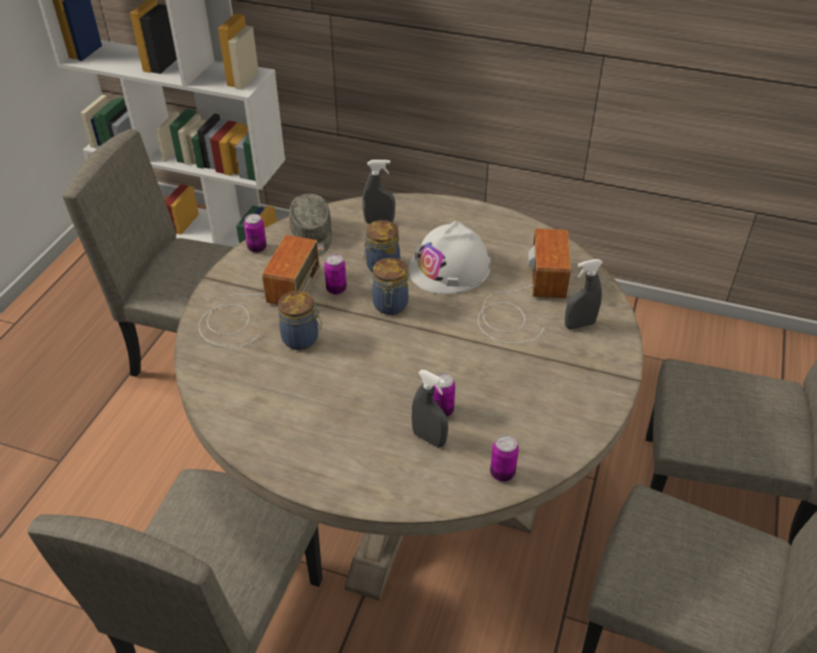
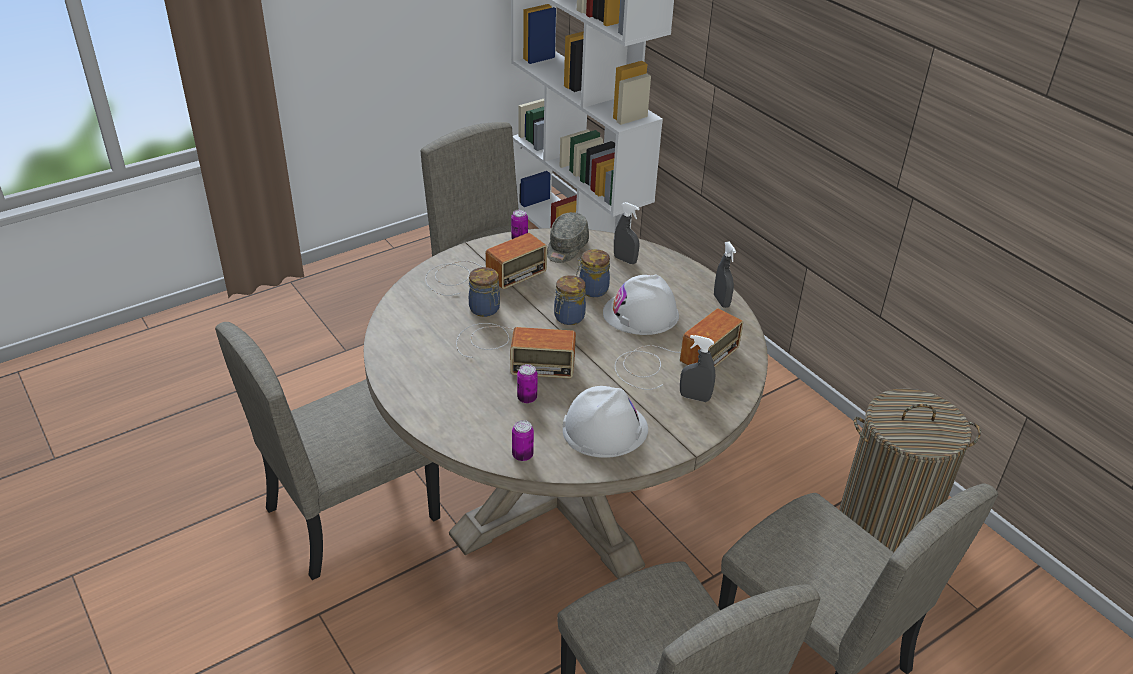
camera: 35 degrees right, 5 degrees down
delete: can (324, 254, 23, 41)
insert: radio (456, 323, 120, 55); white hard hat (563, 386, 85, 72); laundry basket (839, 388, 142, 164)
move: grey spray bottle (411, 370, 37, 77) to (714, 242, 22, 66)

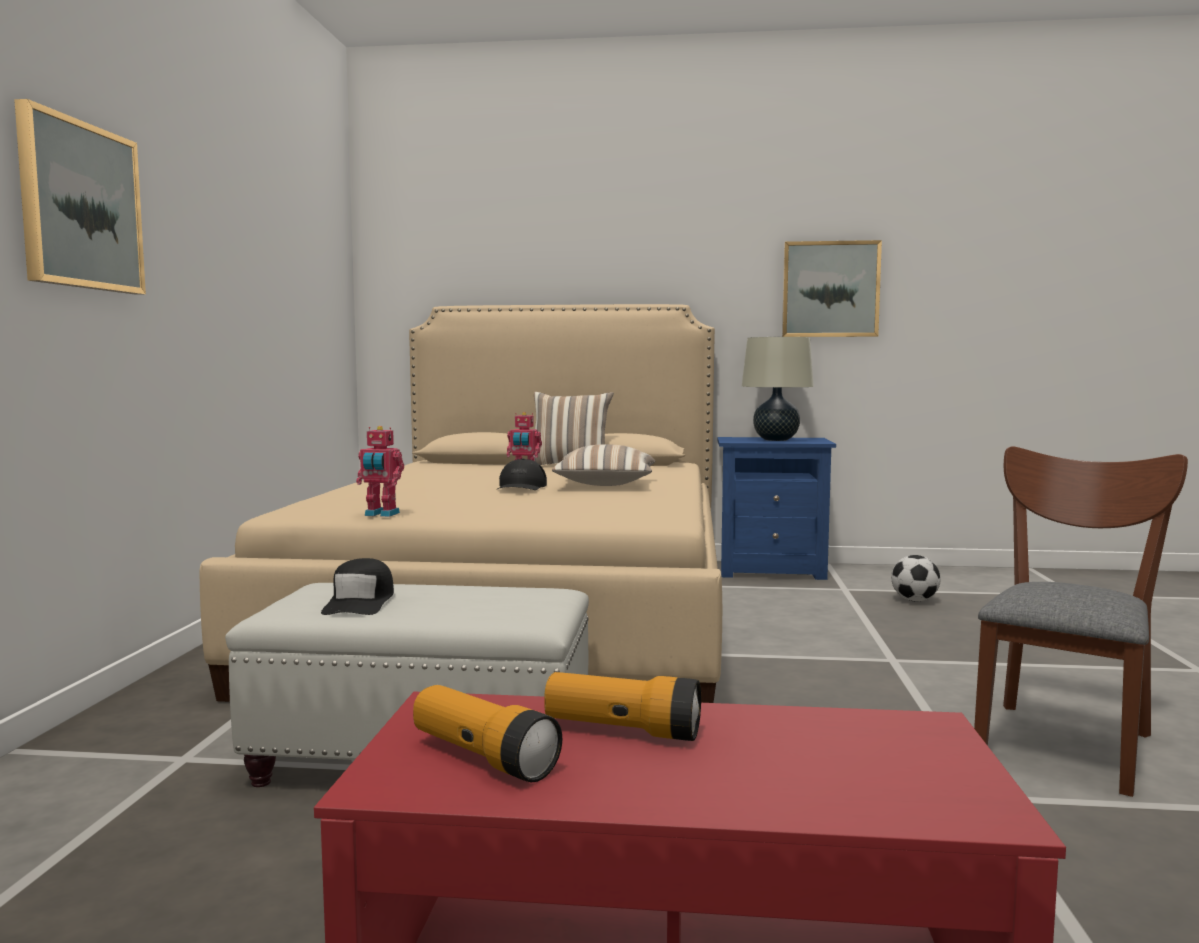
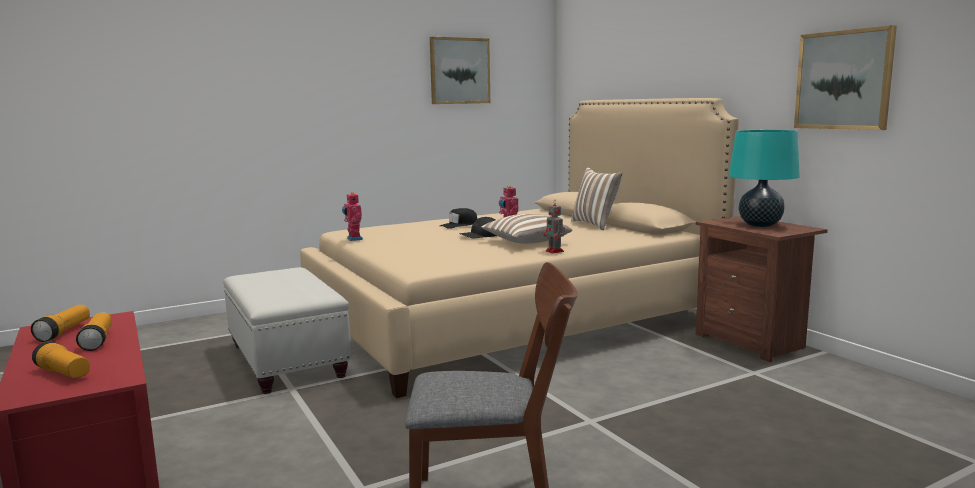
camera: 55 degrees right, 5 degrees up
delete: football (891, 555, 49, 47)
insert: flashlight (32, 341, 58, 37); toy robot (544, 199, 21, 55)
move: picture (14, 99, 132, 195) to (430, 37, 60, 67); black cap (321, 558, 73, 57) to (440, 208, 37, 21)
recolor: blue nightstand (717, 437, 119, 143) to brown nightstand (696, 216, 132, 146); beige table lamp (742, 337, 72, 104) to turquoise table lamp (729, 130, 71, 97)

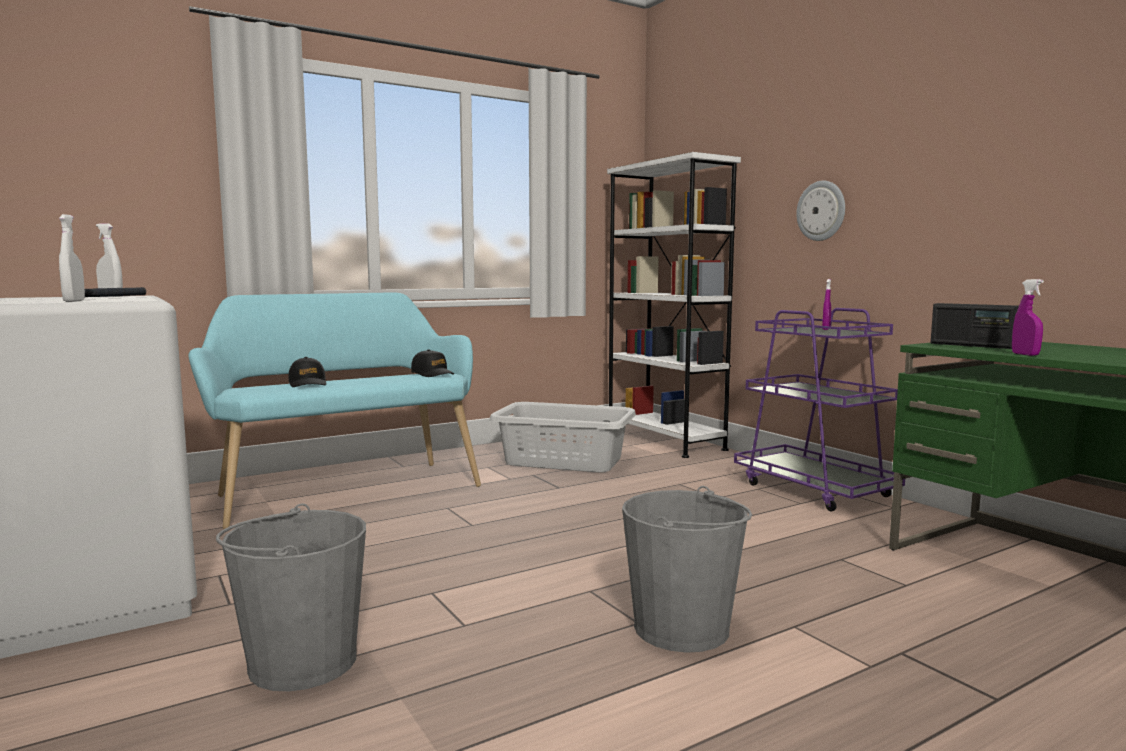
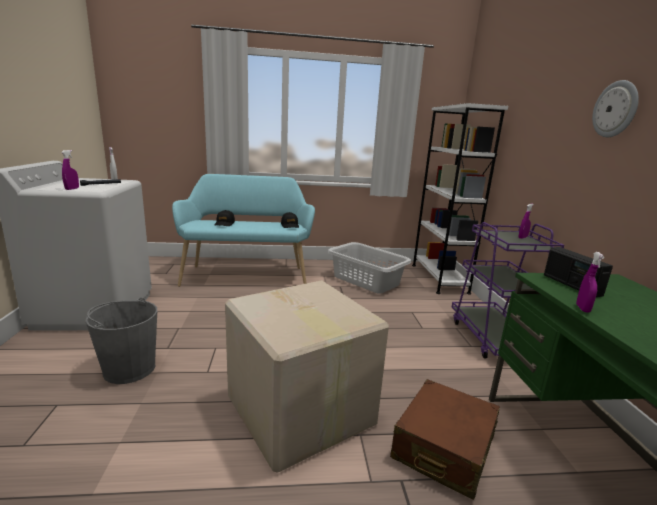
camera: 25 degrees right, 10 degrees up
insert: brown suitcase (390, 379, 110, 121)
move: wall clock (796, 180, 49, 61) to (592, 80, 47, 57)
replace: grey bucket (622, 486, 130, 167) to cardboard box (225, 280, 164, 193)
recolor: white spray bottle (59, 214, 26, 88) to purple spray bottle (61, 150, 18, 40)

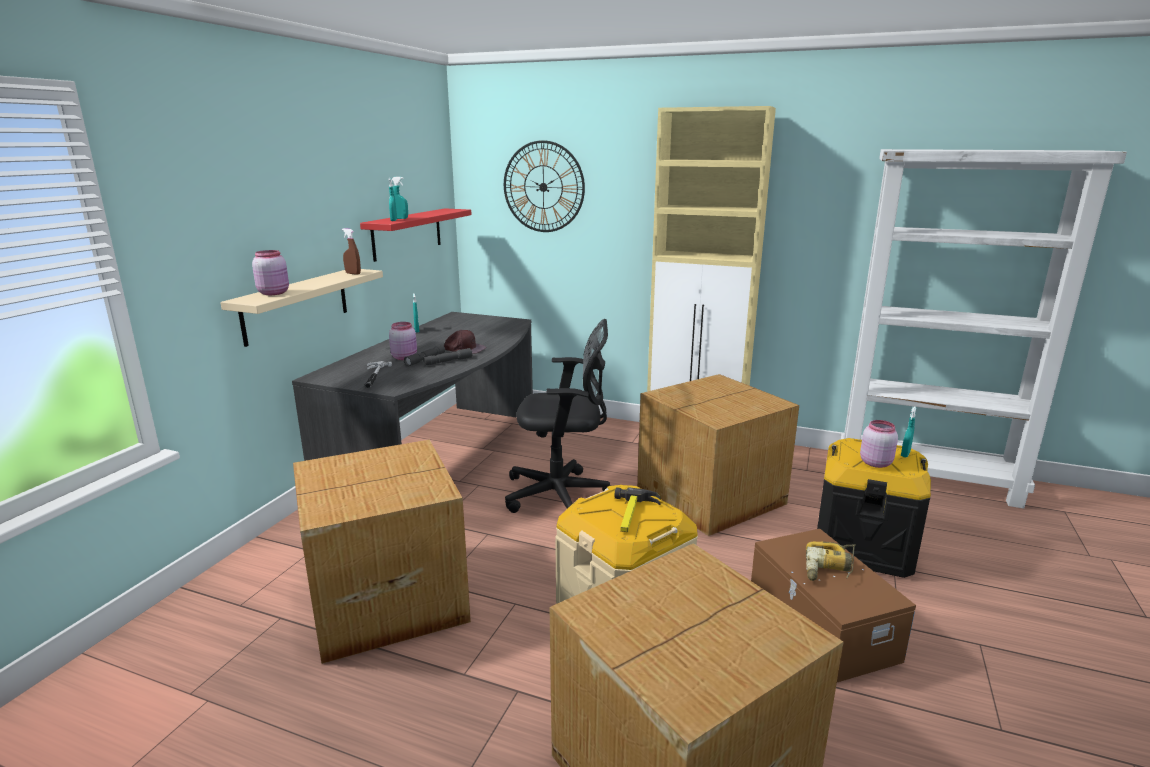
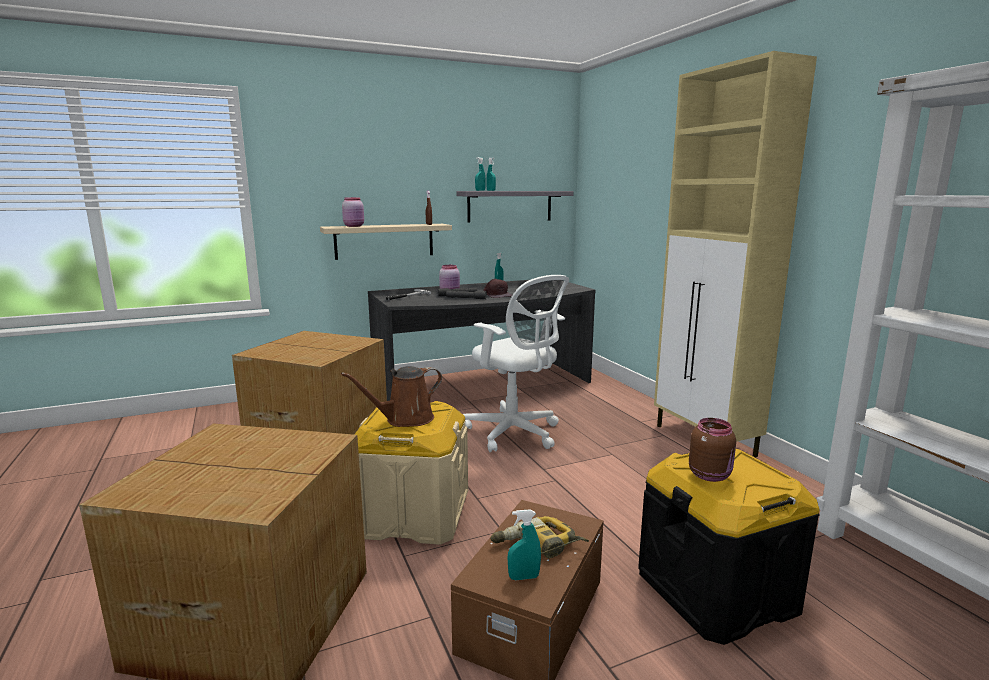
camera: 45 degrees right, 5 degrees down
delete: wall clock (504, 140, 81, 92); cardboard box (637, 374, 162, 162)
move: turquoise spray bottle (901, 407, 15, 51) to (508, 509, 33, 71)
replace: hammer (614, 487, 47, 45) to brown watering can (341, 366, 101, 61)
recolor: red shelf (360, 208, 112, 54) to grey shelf (457, 191, 117, 31); black office chair (505, 319, 106, 194) to white office chair (463, 275, 106, 177); pink jar (860, 420, 38, 48) to brown jar (689, 418, 47, 64)

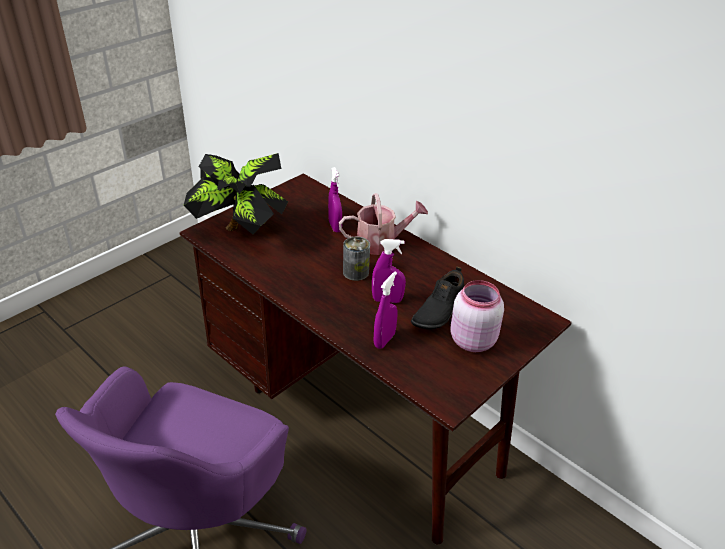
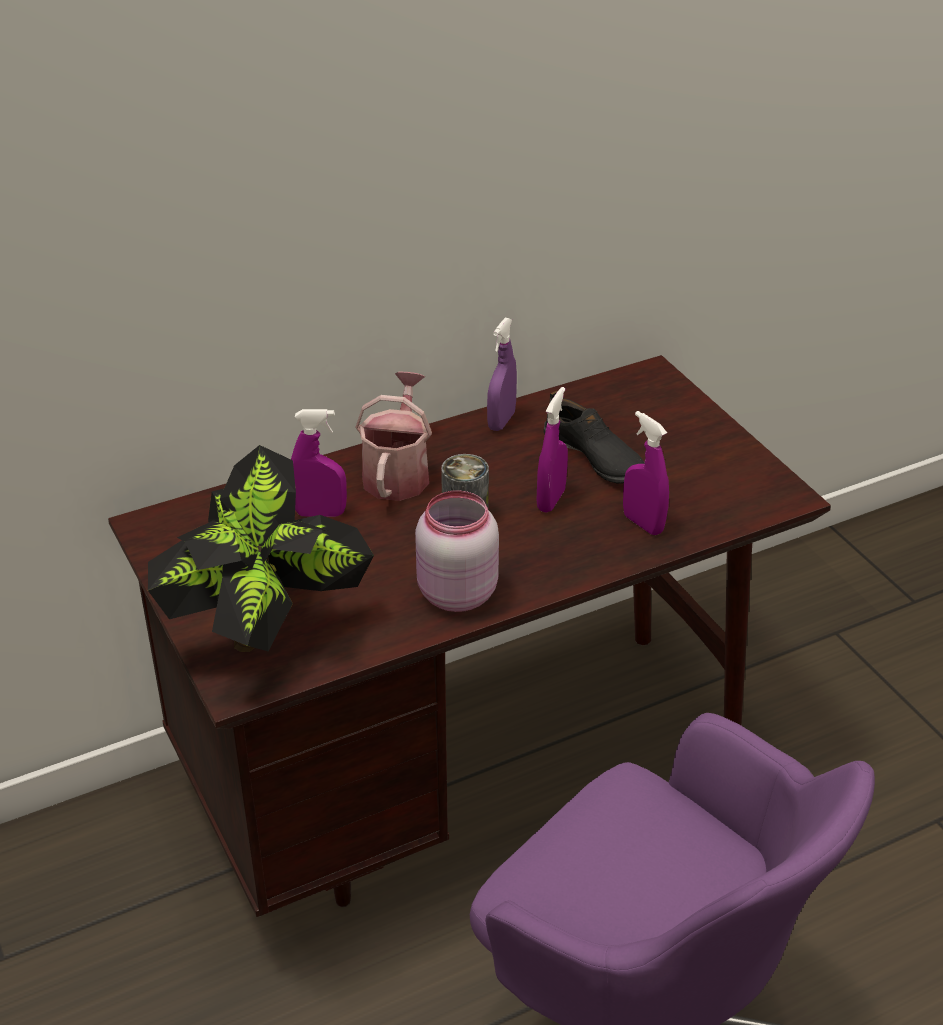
camera: 70 degrees left, 0 degrees up
insert: purple spray bottle (487, 318, 30, 113)
move: pink jar (450, 280, 54, 72) to (415, 490, 84, 122)

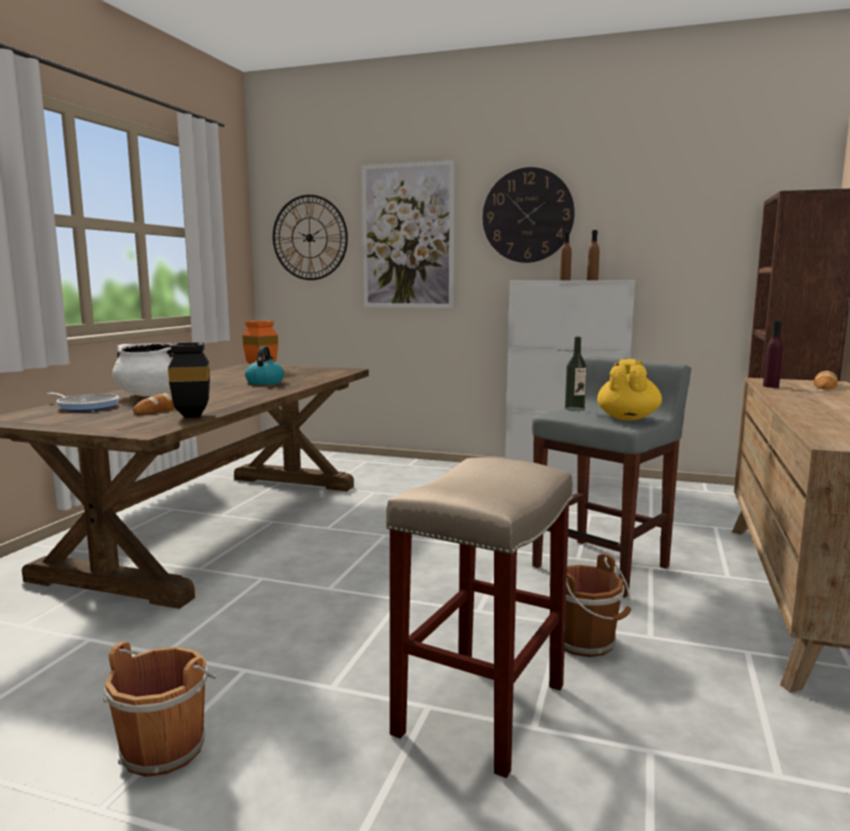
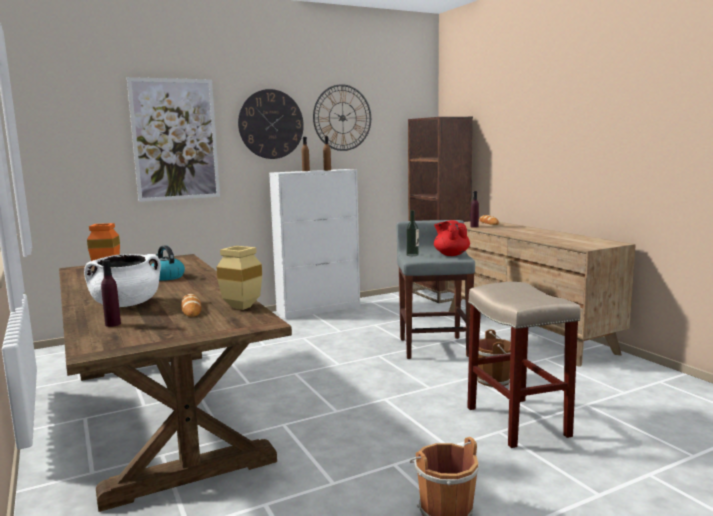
camera: 45 degrees left, 0 degrees up
move: wall clock (273, 195, 75, 85) to (313, 84, 58, 67)
replace: frying pan (47, 393, 72, 18) to purple bottle (101, 260, 20, 67)
recolor: black vase (168, 342, 42, 76) to beige vase (216, 246, 46, 64); yellow teapot (597, 359, 65, 62) to red teapot (434, 220, 36, 36)

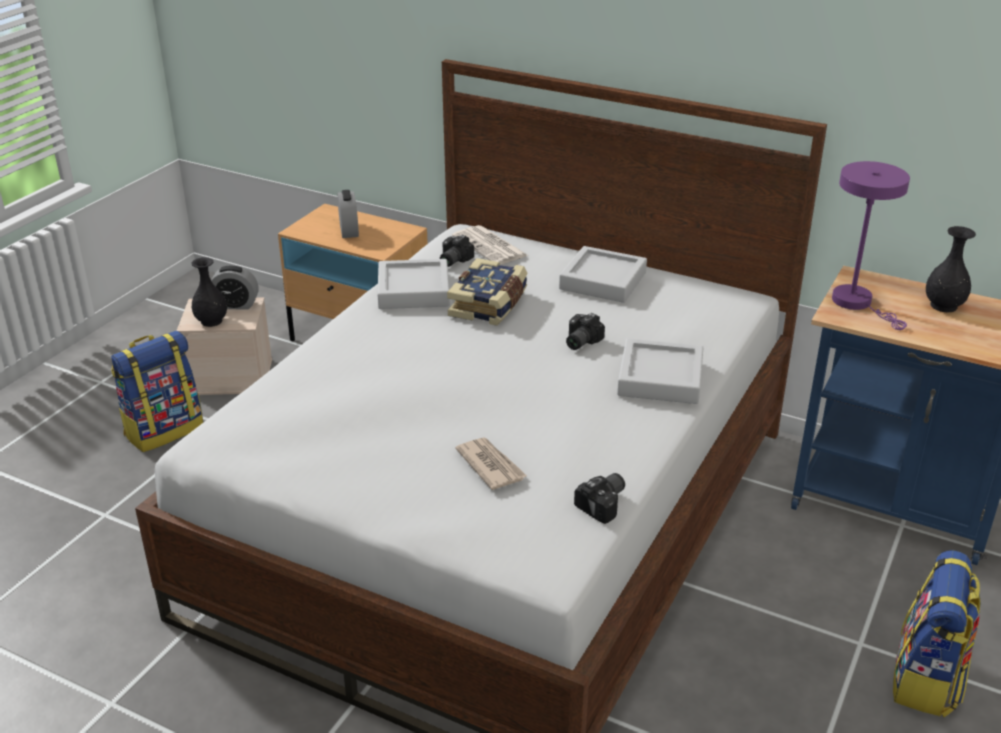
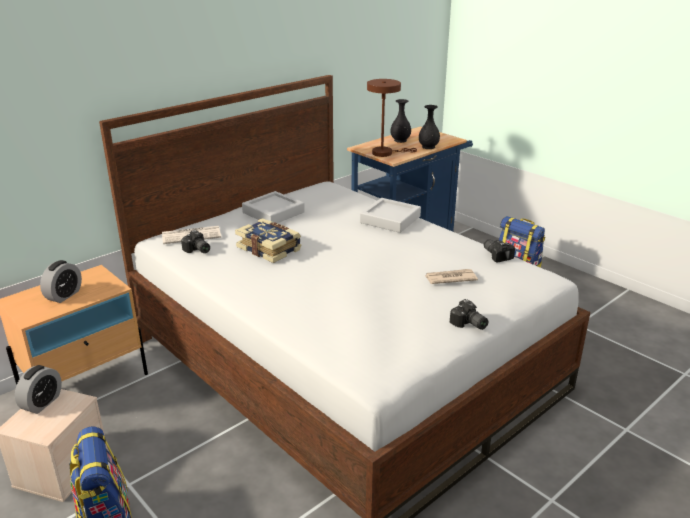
camera: 70 degrees left, 5 degrees down
delete: grey tray (378, 259, 72, 50)
move: black vase (191, 257, 36, 70) to (419, 105, 21, 44); photo camera (566, 313, 39, 37) to (450, 299, 39, 31)
recolor: purple table lamp (832, 161, 78, 169) to brown table lamp (367, 79, 50, 78)
rotate: alarm clock (337, 190, 22, 48) = (40, 260, 42, 43) 105 degrees clockwise

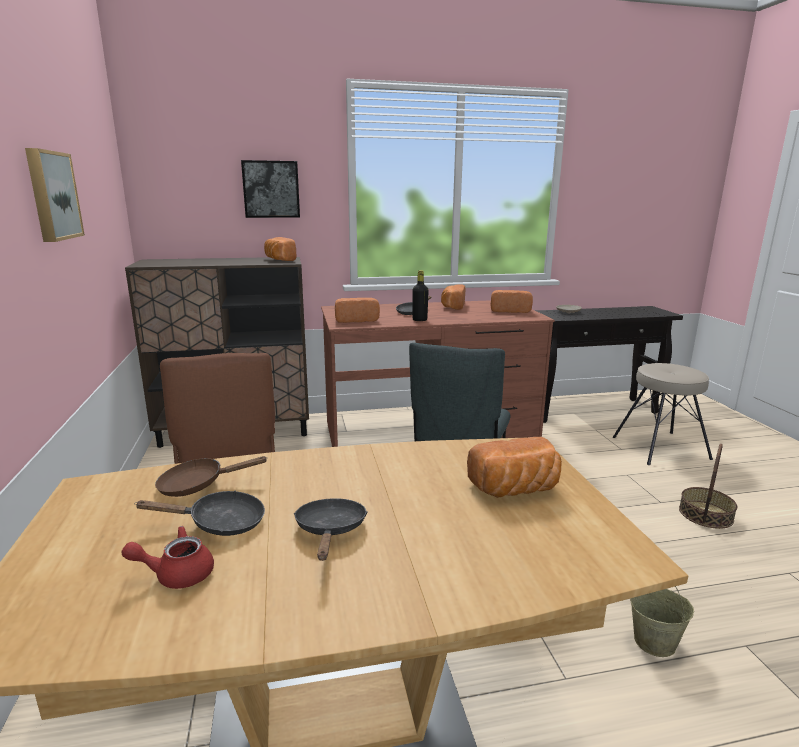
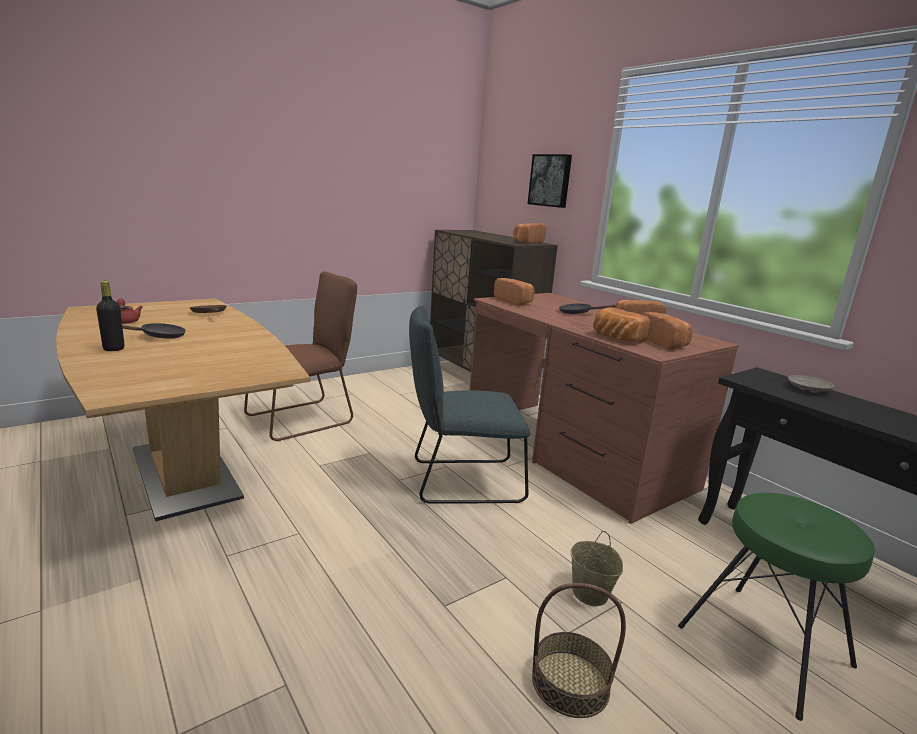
camera: 65 degrees right, 0 degrees up
delete: picture (25, 148, 60, 94); black frying pan (134, 491, 131, 45)
move: black bottle (412, 270, 17, 51) to (96, 281, 28, 70); bread (467, 437, 95, 61) to (594, 307, 56, 36); beige bucket (630, 586, 64, 71) to (570, 531, 53, 75)
recolor: beige stool (613, 363, 100, 102) to green stool (678, 493, 197, 228)

